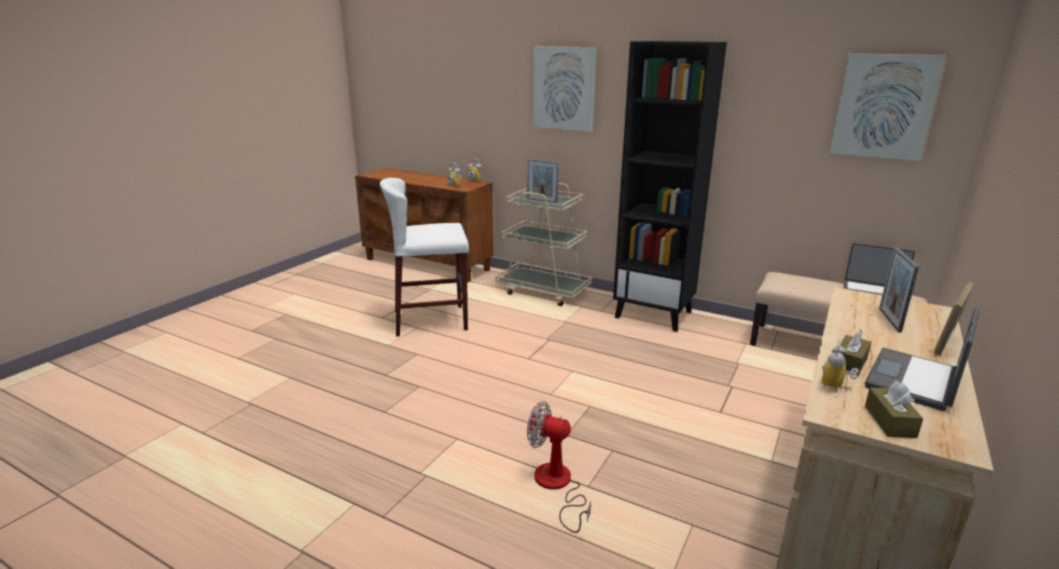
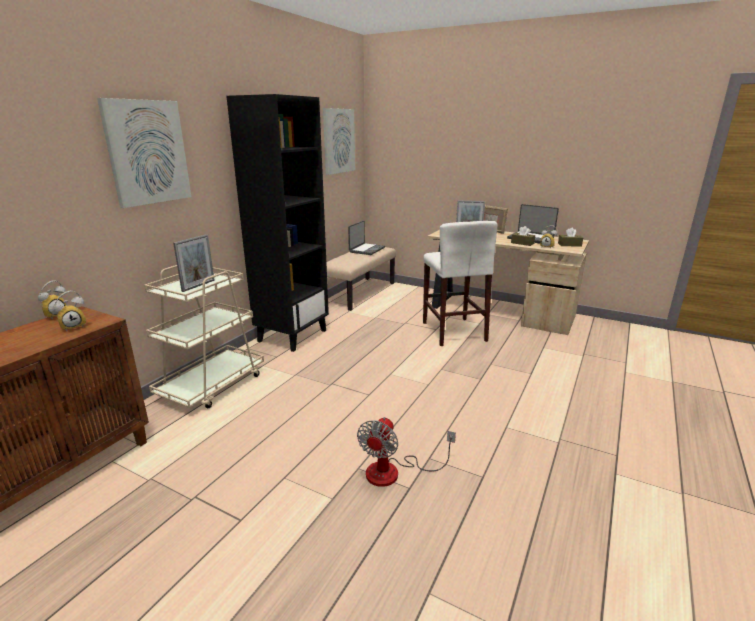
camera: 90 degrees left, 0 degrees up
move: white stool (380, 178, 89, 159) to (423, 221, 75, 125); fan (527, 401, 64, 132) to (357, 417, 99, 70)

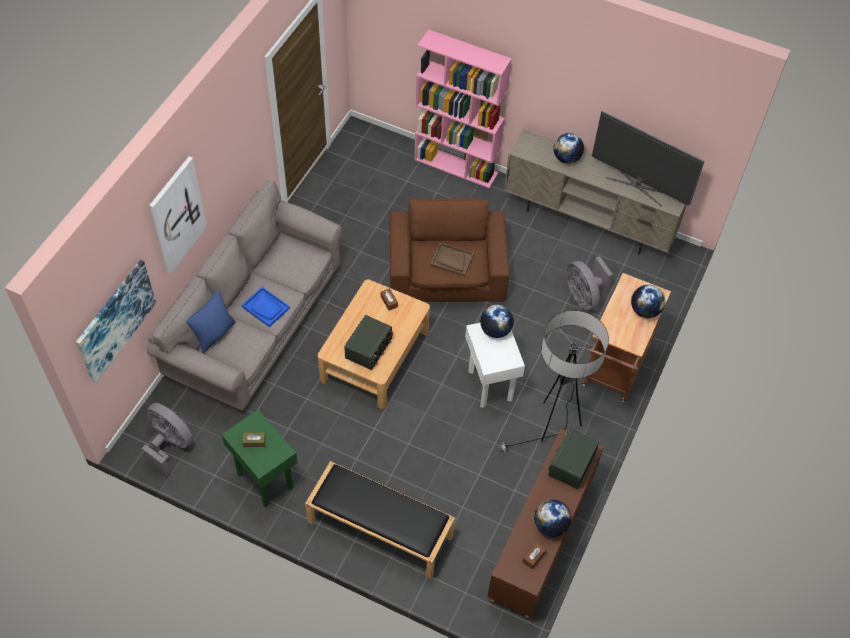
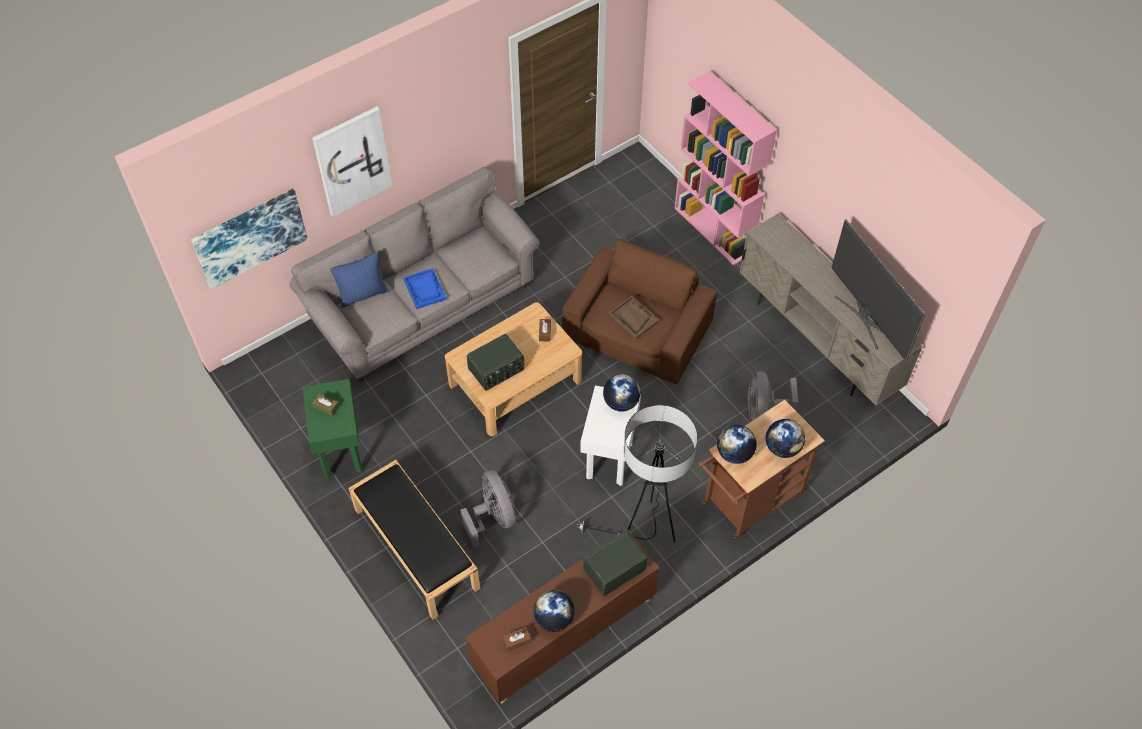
camera: 30 degrees right, 0 degrees up
move: grey fan (142, 403, 51, 74) to (460, 469, 55, 80); globe (554, 133, 30, 31) to (717, 425, 40, 39)

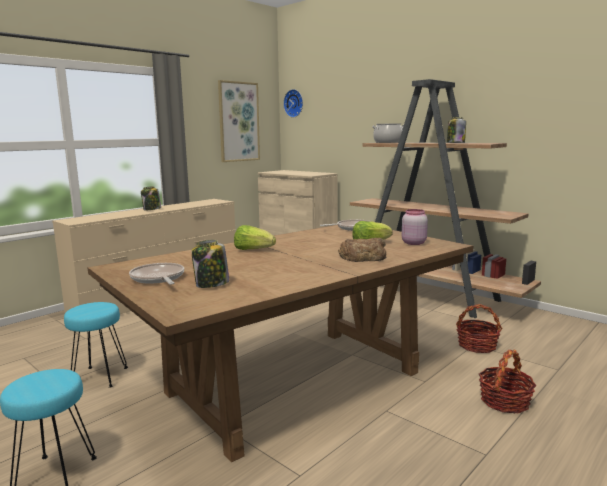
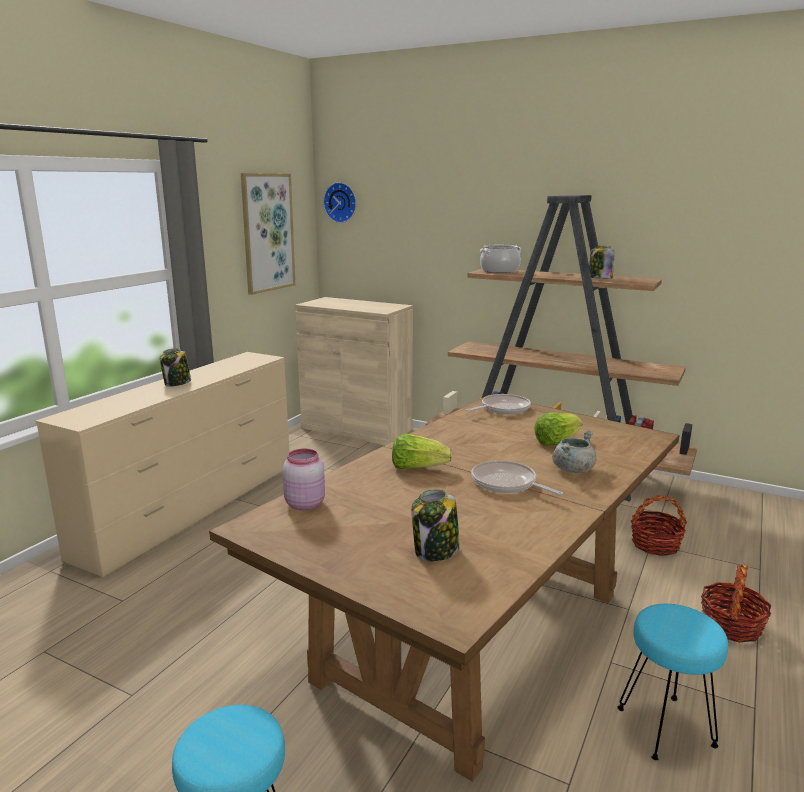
camera: 15 degrees left, 5 degrees up
move: turquoise stool (64, 302, 64, 86) to (617, 604, 111, 156); frying pan (129, 263, 55, 22) to (472, 460, 91, 35); pink jar (402, 209, 26, 36) to (282, 448, 43, 62)
replace: bread (338, 238, 48, 24) to grey cooking pot (552, 430, 45, 43)

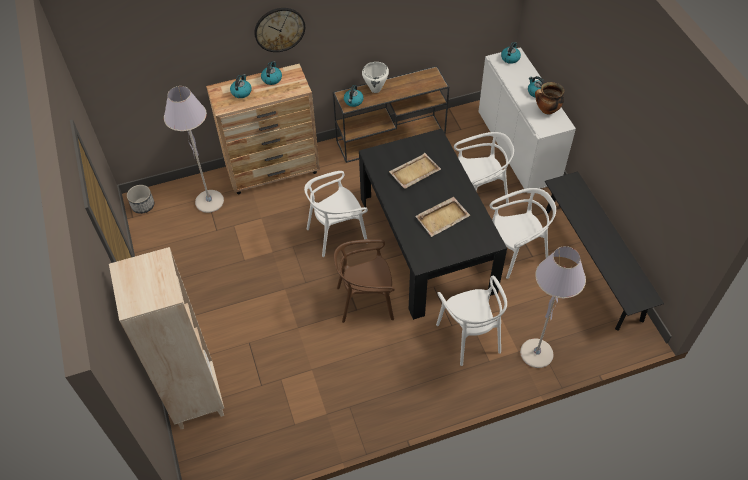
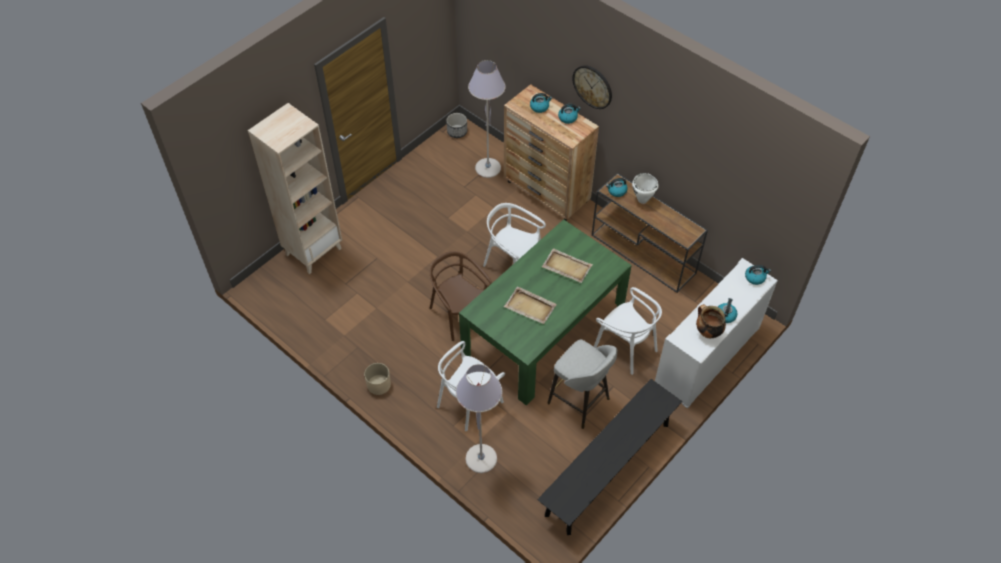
camera: 60 degrees right, 0 degrees up
insert: beige planter (364, 363, 27, 32)
replace: white chair (490, 188, 66, 91) to grey stool (547, 339, 70, 90)
recolor: black dining table (359, 129, 148, 191) to green dining table (459, 219, 173, 186)

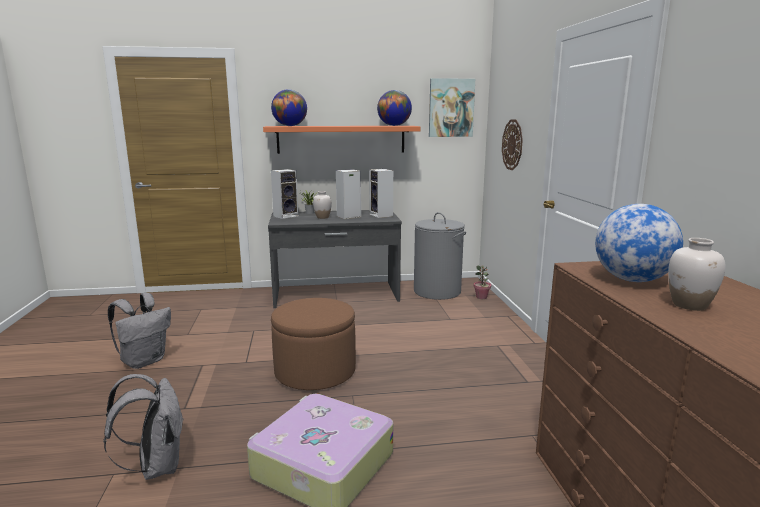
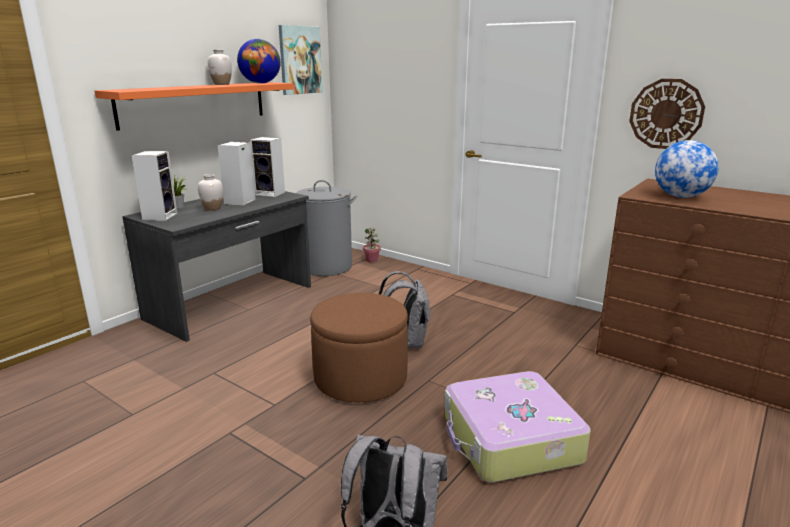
camera: 45 degrees left, 5 degrees up
delete: globe (271, 89, 36, 37)
move: grey backpack (108, 293, 63, 76) to (379, 271, 51, 78); wall clock (502, 119, 21, 51) to (629, 79, 76, 70); white vase (668, 238, 58, 73) to (208, 49, 24, 36)

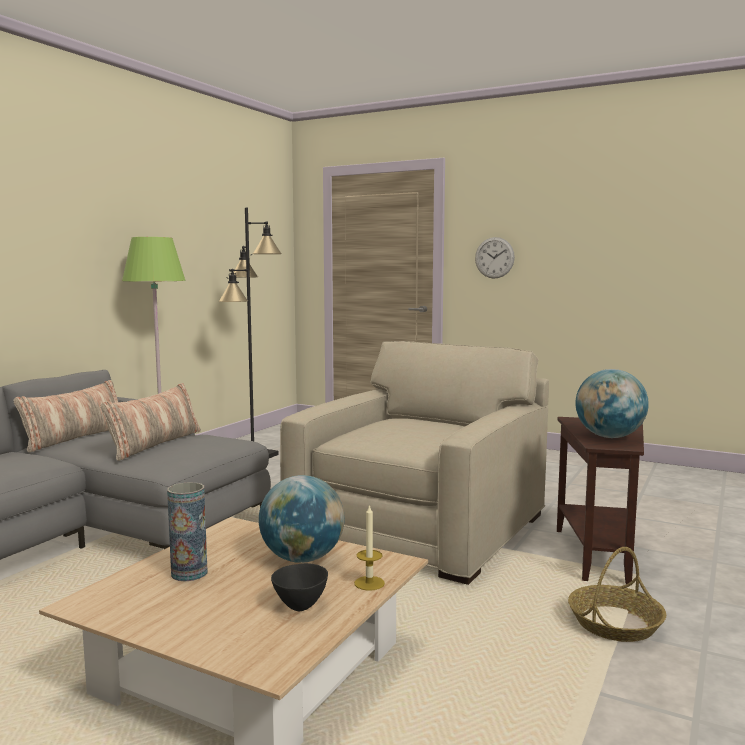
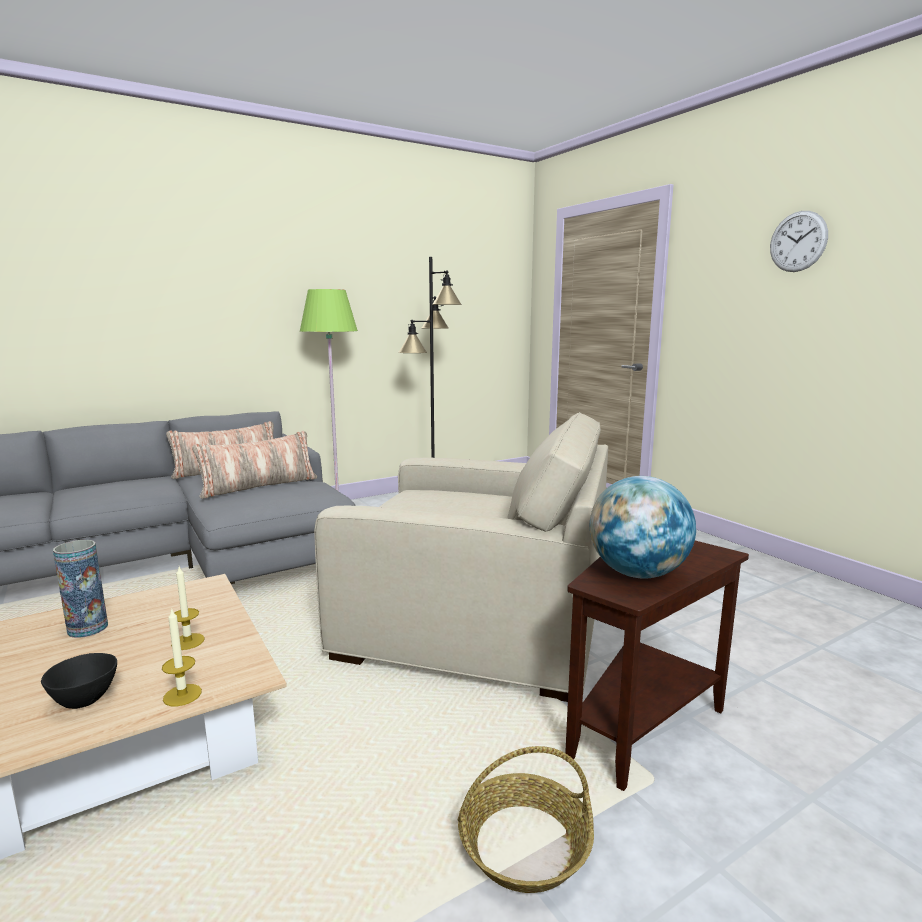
camera: 30 degrees right, 5 degrees up
move: wall clock (475, 237, 40, 42) to (770, 211, 58, 61)
replace: globe (259, 475, 86, 88) to candle (171, 567, 34, 83)
rotate: beige armchair (280, 341, 269, 244) = (314, 412, 294, 290) 45 degrees clockwise

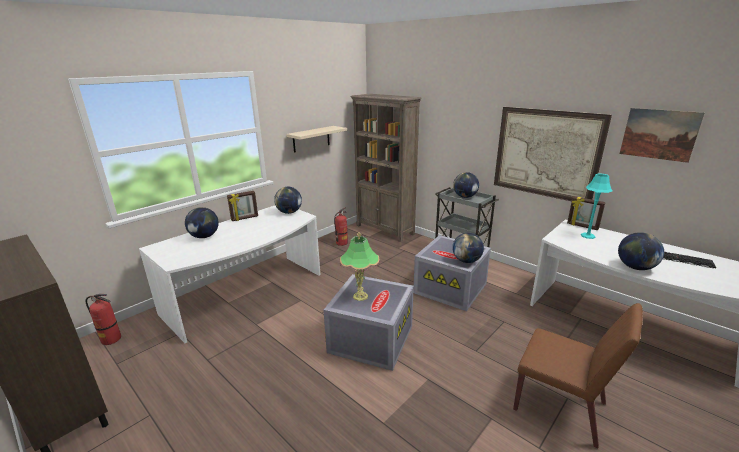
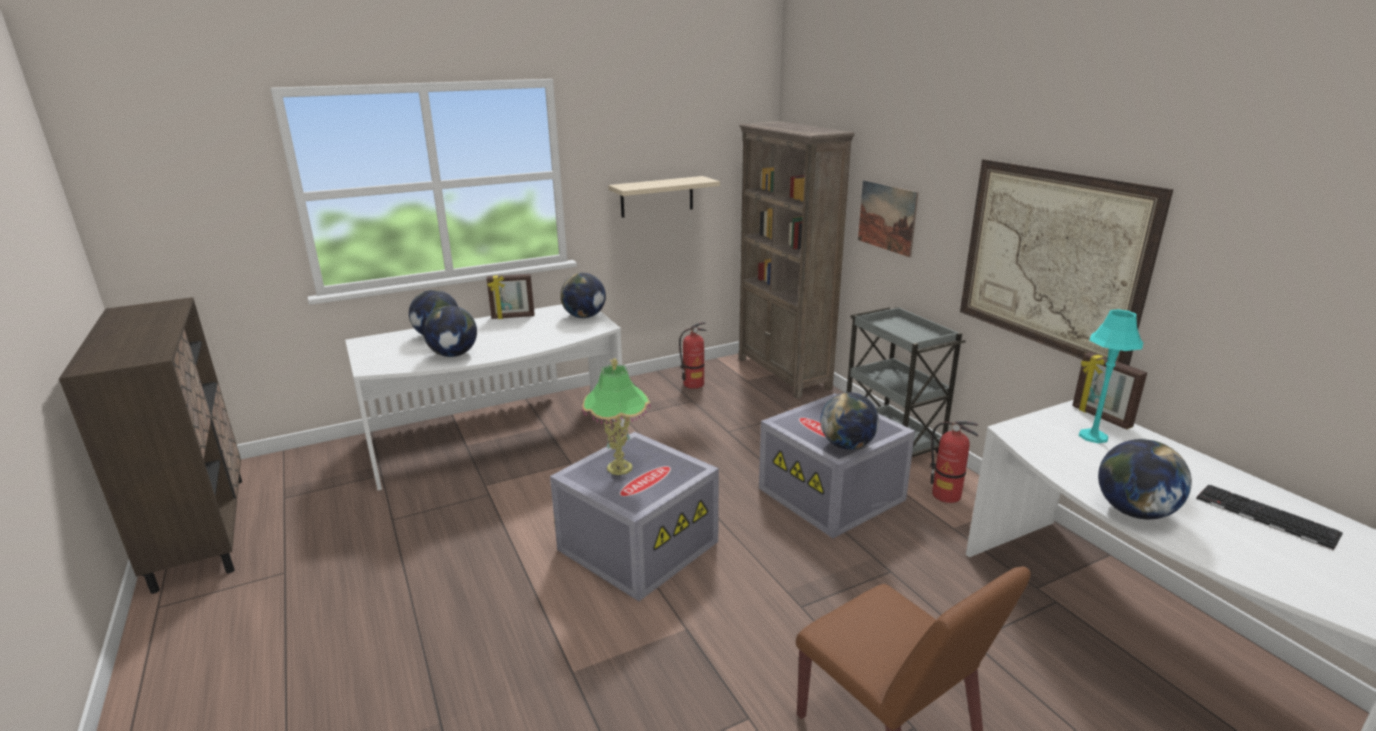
camera: 20 degrees right, 0 degrees up
move: fire extinguisher (85, 294, 36, 51) to (930, 421, 48, 82); globe (453, 172, 26, 26) to (423, 306, 54, 51); picture (620, 108, 85, 55) to (858, 180, 60, 77)

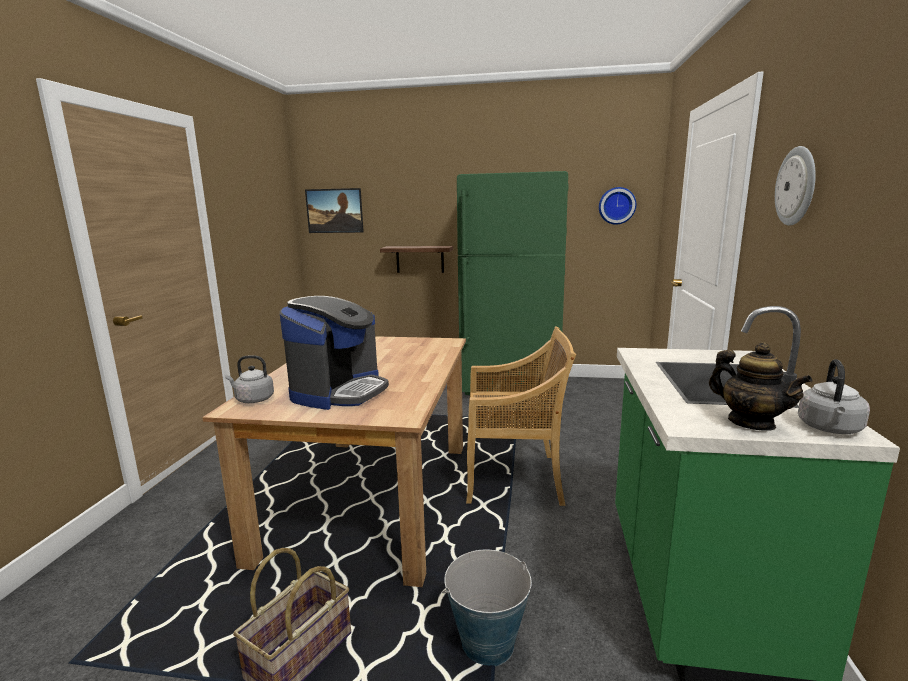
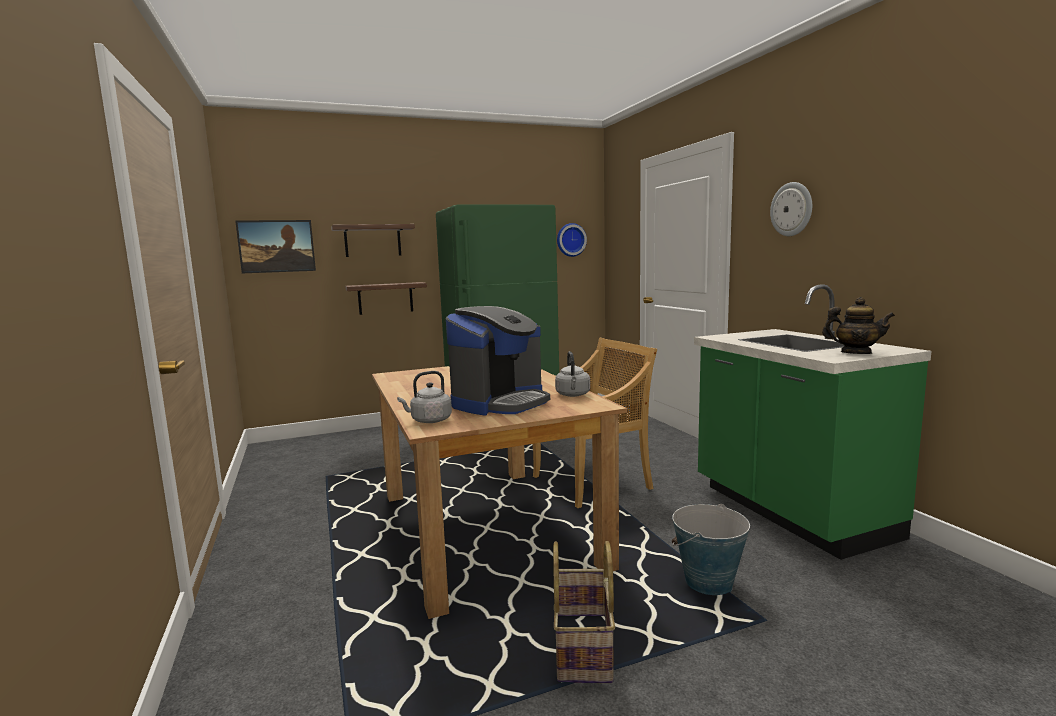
camera: 30 degrees left, 5 degrees down
insert: shelf (331, 224, 84, 33)
move: grey kettle (798, 359, 72, 75) to (555, 351, 35, 46)
rotate: coffee machine (280, 296, 109, 114) = (446, 306, 104, 110) 45 degrees clockwise

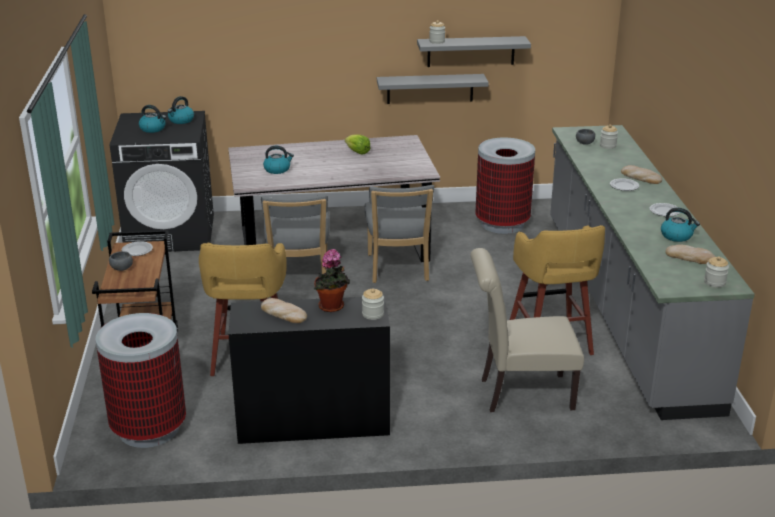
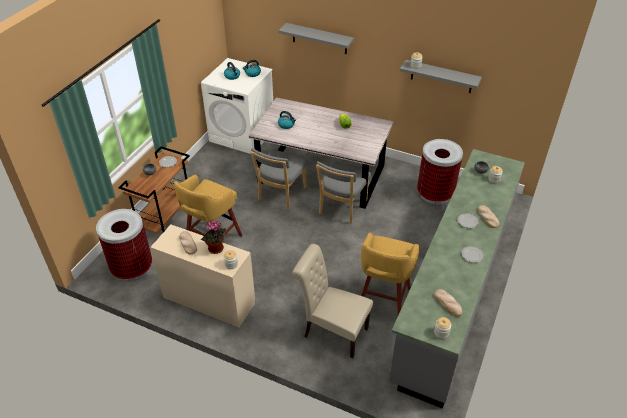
camera: 30 degrees right, 15 degrees up
delete: kettle (661, 208, 39, 34)
move: grey shelf (377, 74, 112, 30) to (278, 23, 76, 31)
recolor: black washing machine (110, 111, 104, 141) to white washing machine (201, 58, 72, 96); black desk (229, 296, 161, 148) to beige desk (150, 225, 105, 102)

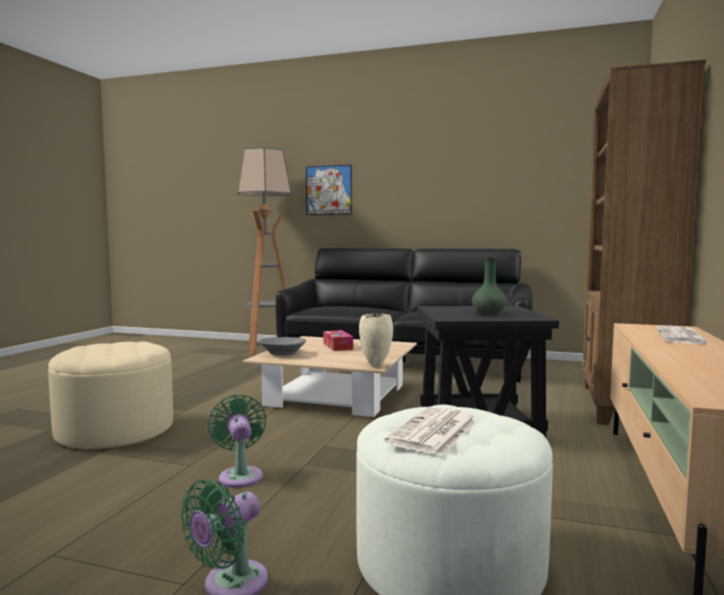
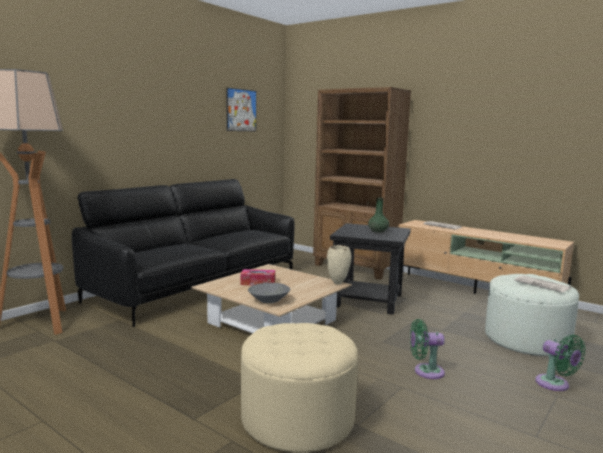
camera: 70 degrees left, 5 degrees up
move: picture (306, 165, 46, 50) to (227, 88, 29, 43)

